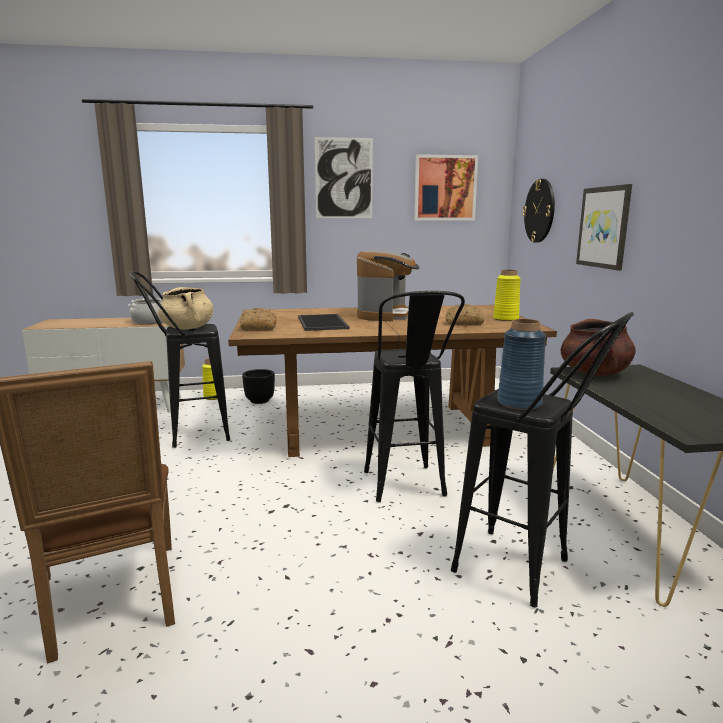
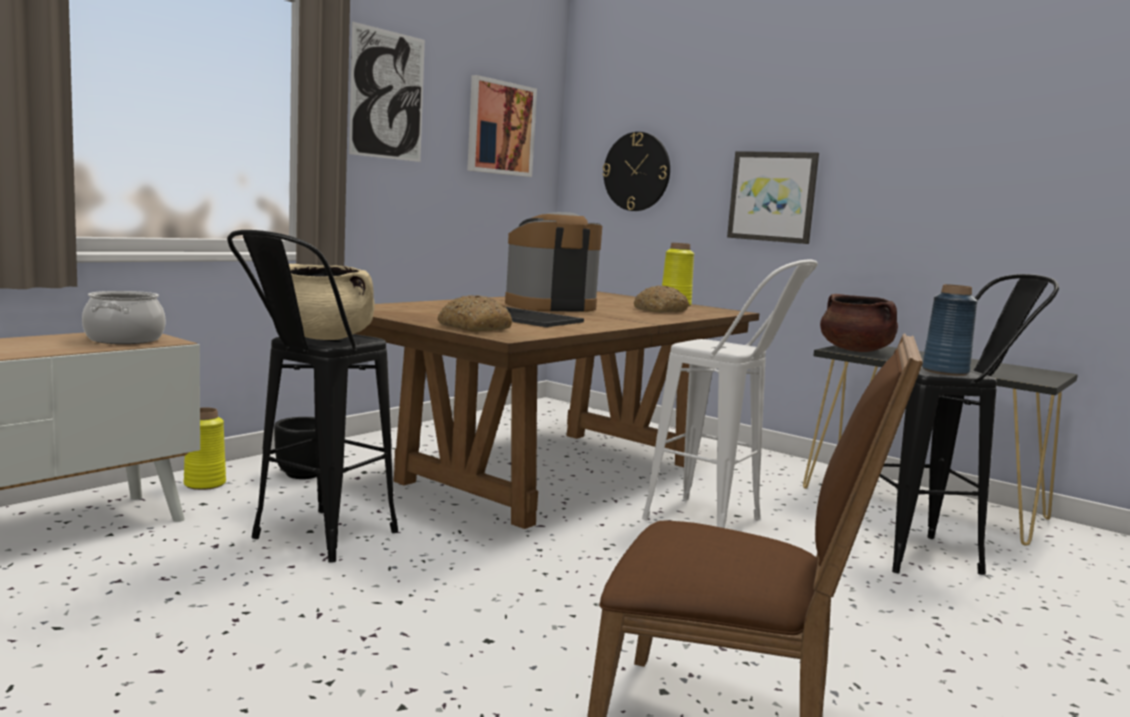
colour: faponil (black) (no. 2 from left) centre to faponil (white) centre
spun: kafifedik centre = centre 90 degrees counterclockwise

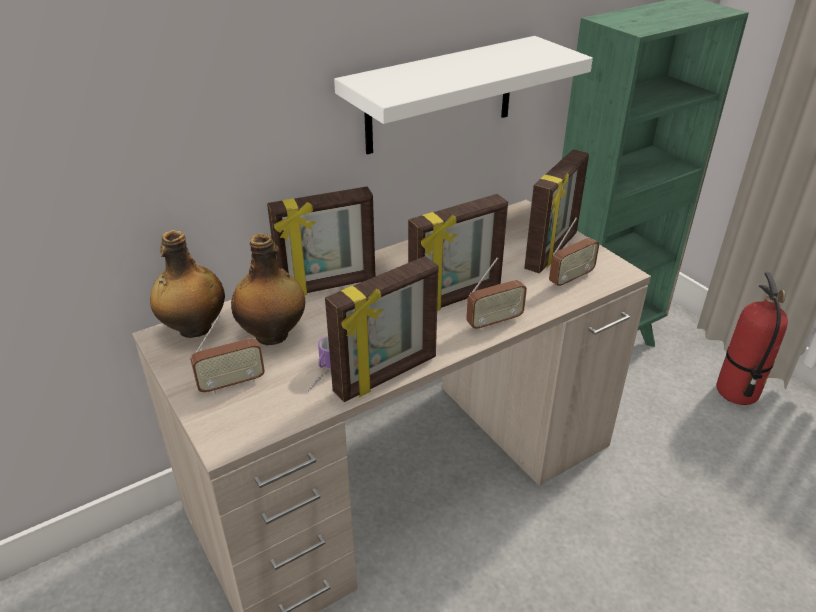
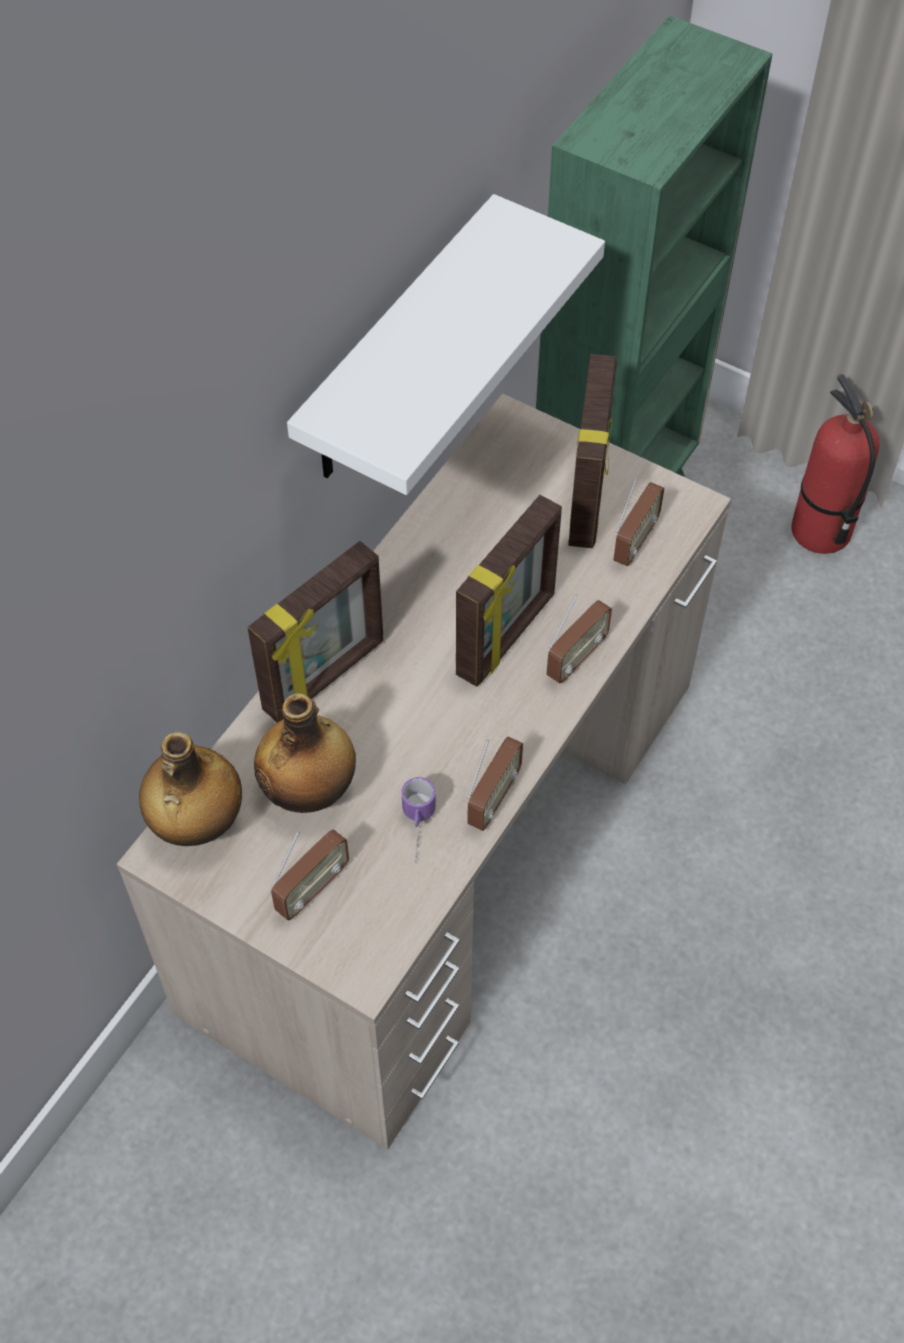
exchanged: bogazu (no. 2 from left) centre to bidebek (no. 2 from left) centre

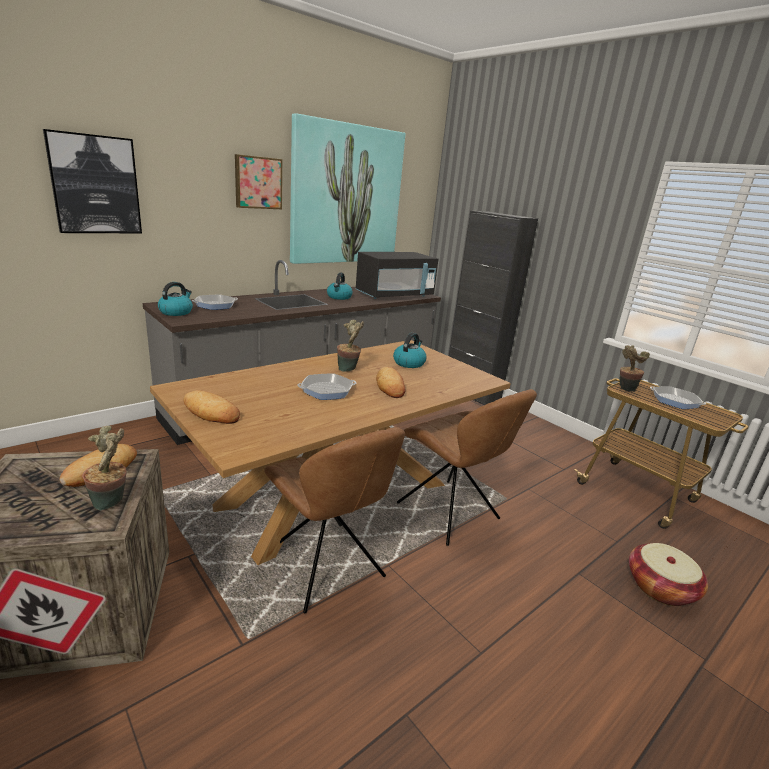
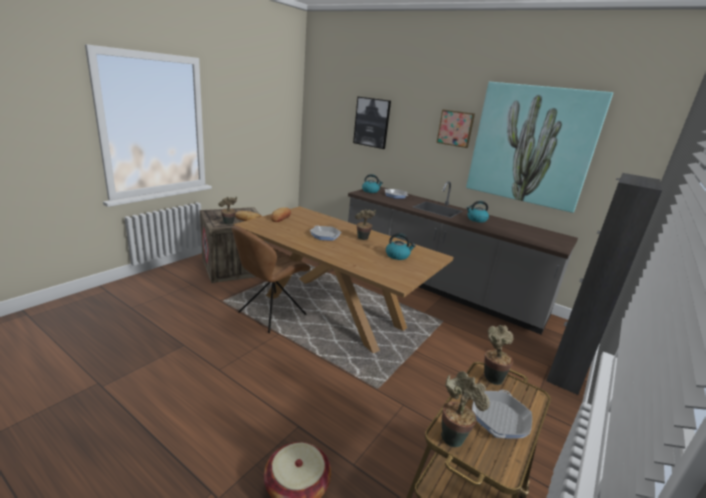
missing: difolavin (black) centre; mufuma (no. 3 from left) centre; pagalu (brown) (no. 2 from left) centre
appeared: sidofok (no. 3 from left) bottom centre

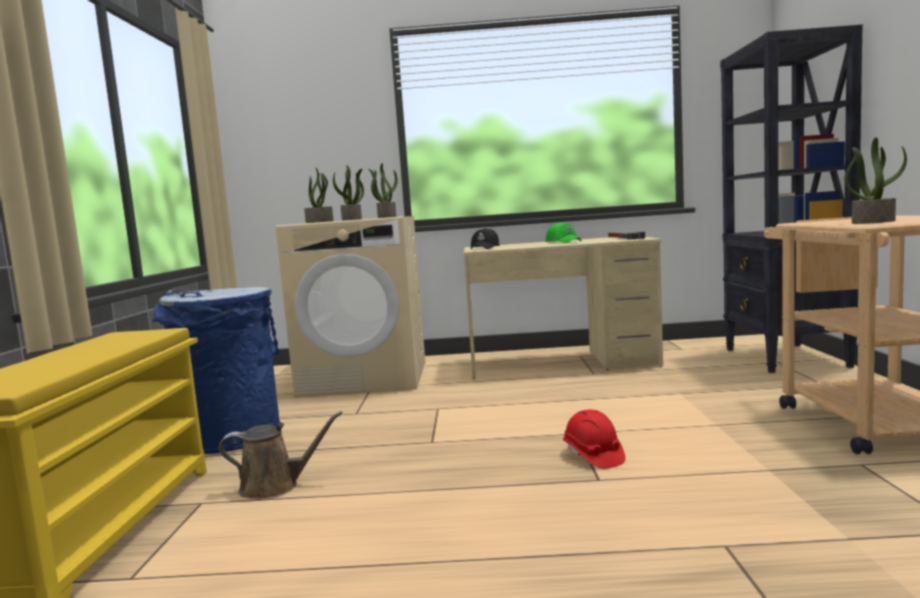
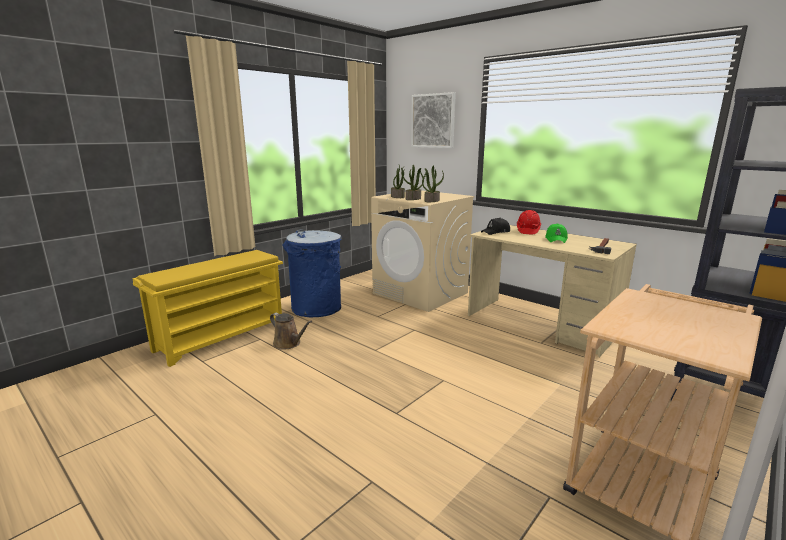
missing: sidofok (no. 4 from left) top right
appeared: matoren top centre
relocated: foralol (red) bottom centre to middle right

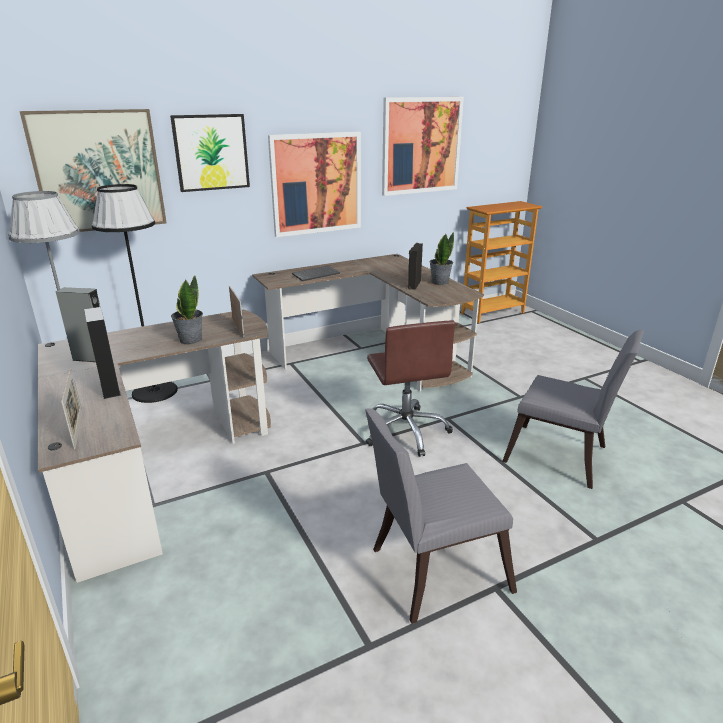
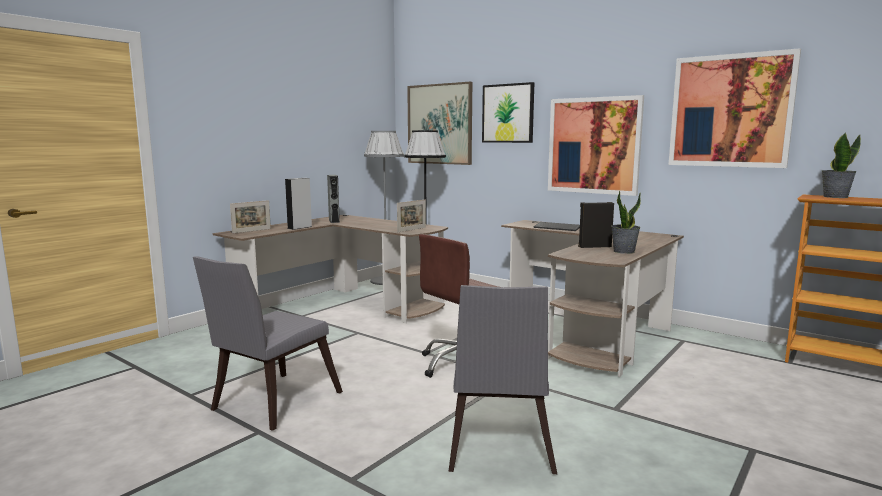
relocated: sidofok (no. 1 from left in the first image) middle left to sidofok (no. 2 from left) top right
spun: pagalu (grey) (no. 1 from left) bottom centre = bottom left 105 degrees counterclockwise

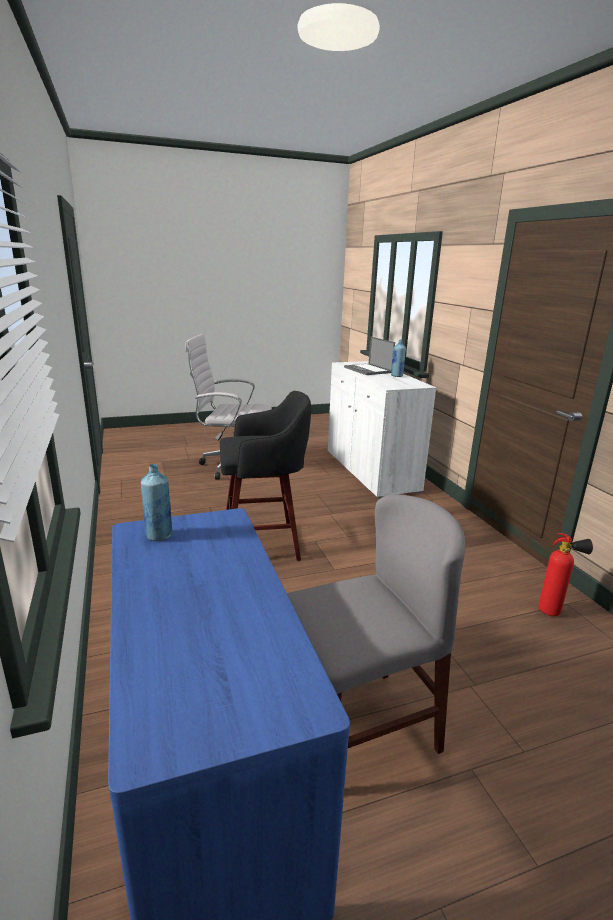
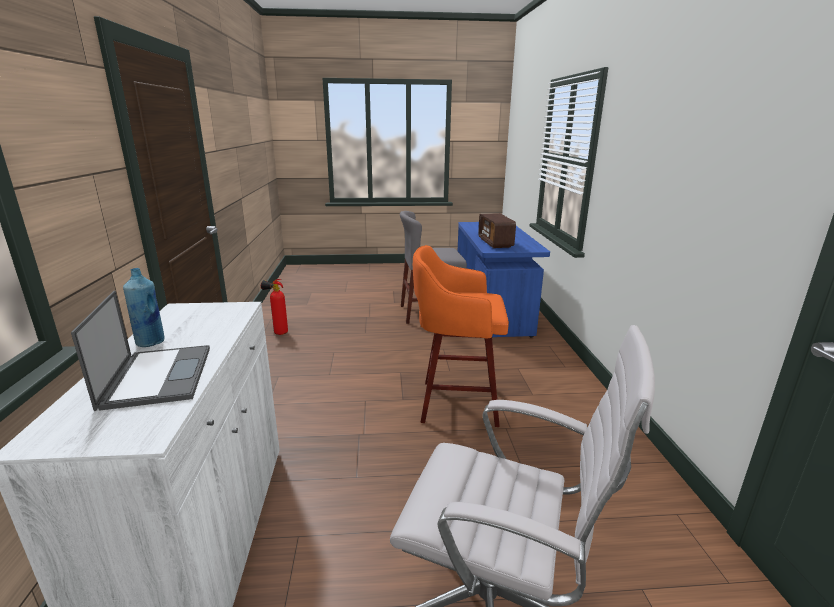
missing: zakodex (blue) (no. 1 from left) middle left
appeared: bidebek centre
colour: faponil (black) centre to faponil (orange) centre

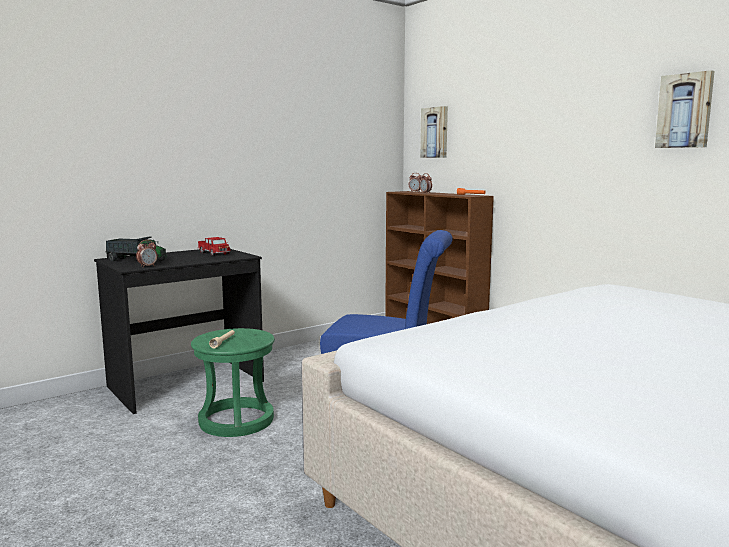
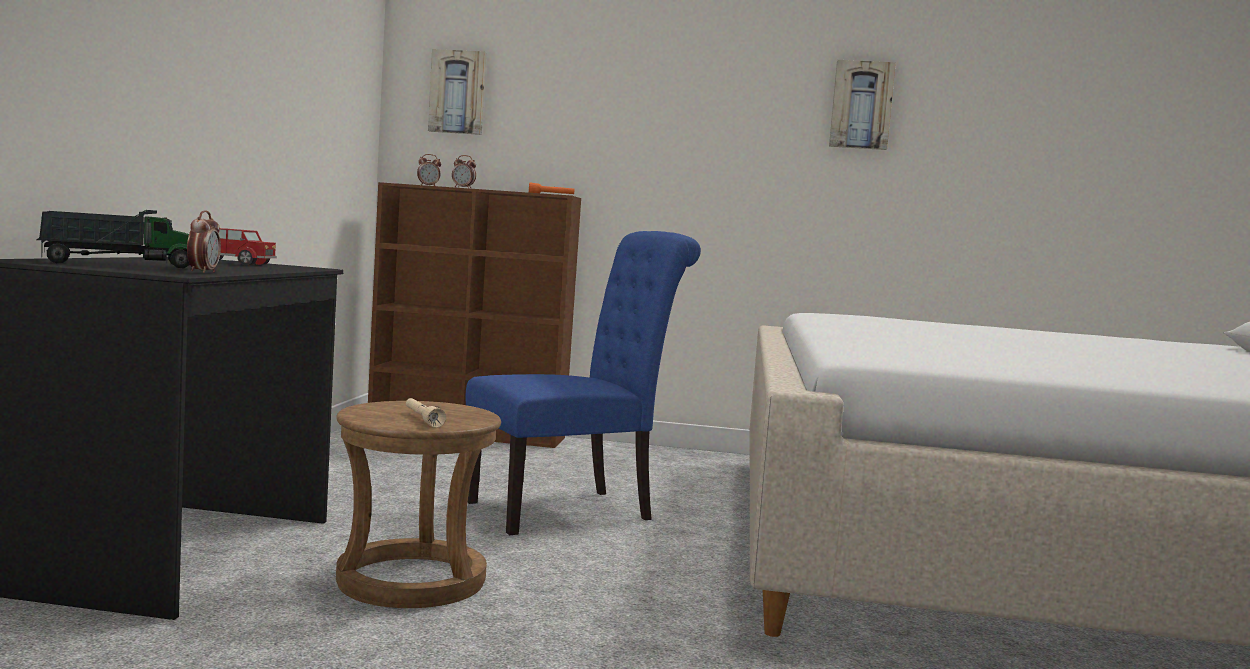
colour: faponil (green) bottom left to faponil (brown) bottom centre

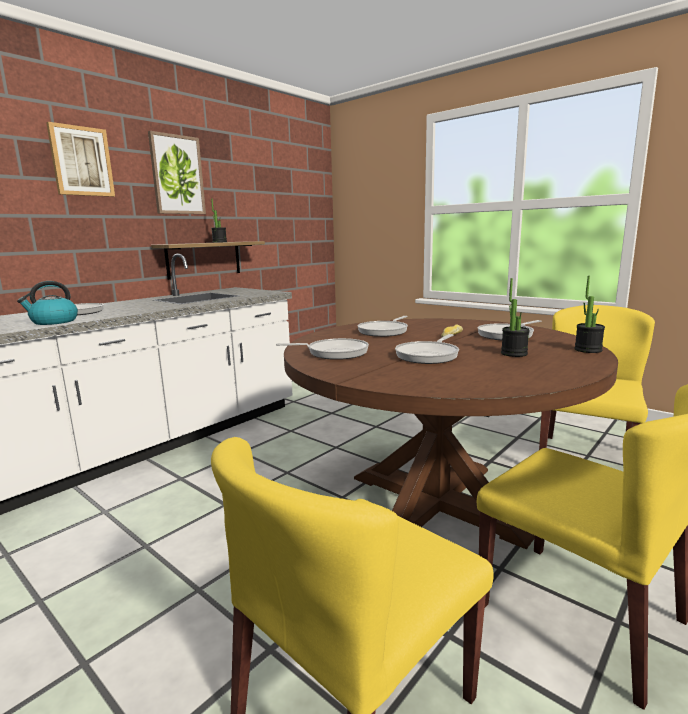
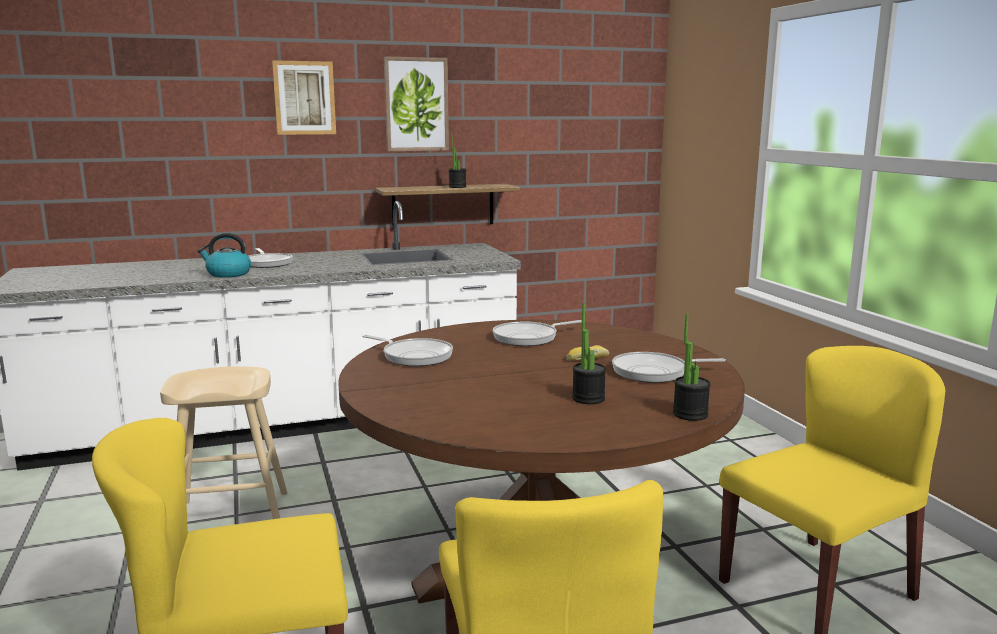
missing: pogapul (no. 4 from left) centre
appeared: faponil (beige) bottom left

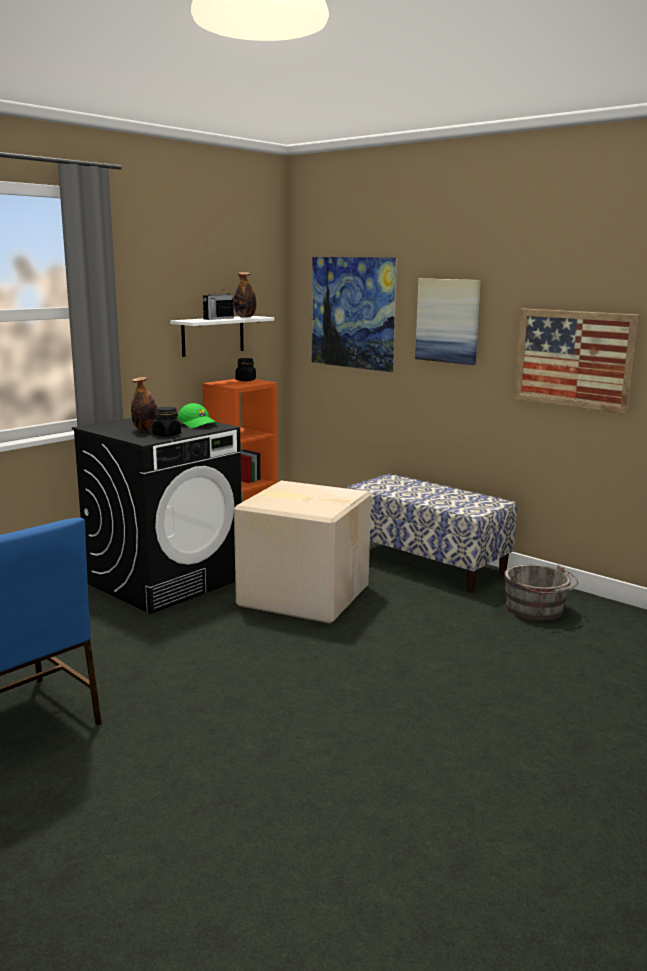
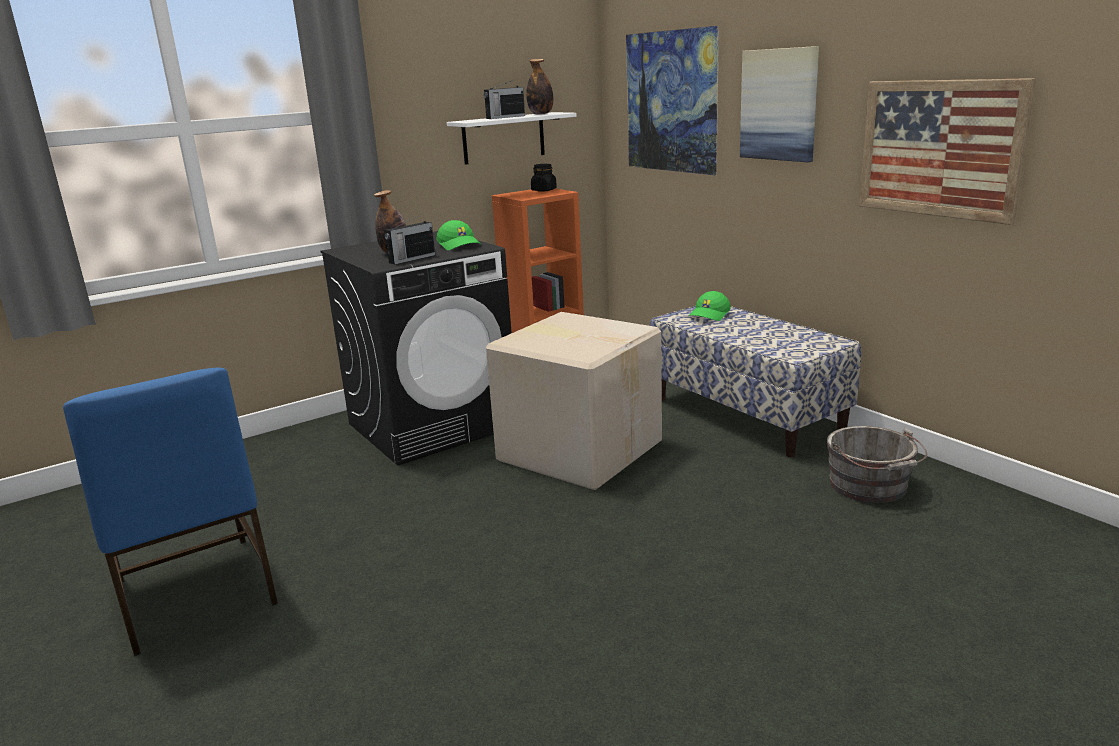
appeared: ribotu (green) (no. 2 from left) centre
exchanged: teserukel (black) (no. 1 from left) middle left to bidebek (no. 1 from left) top centre

